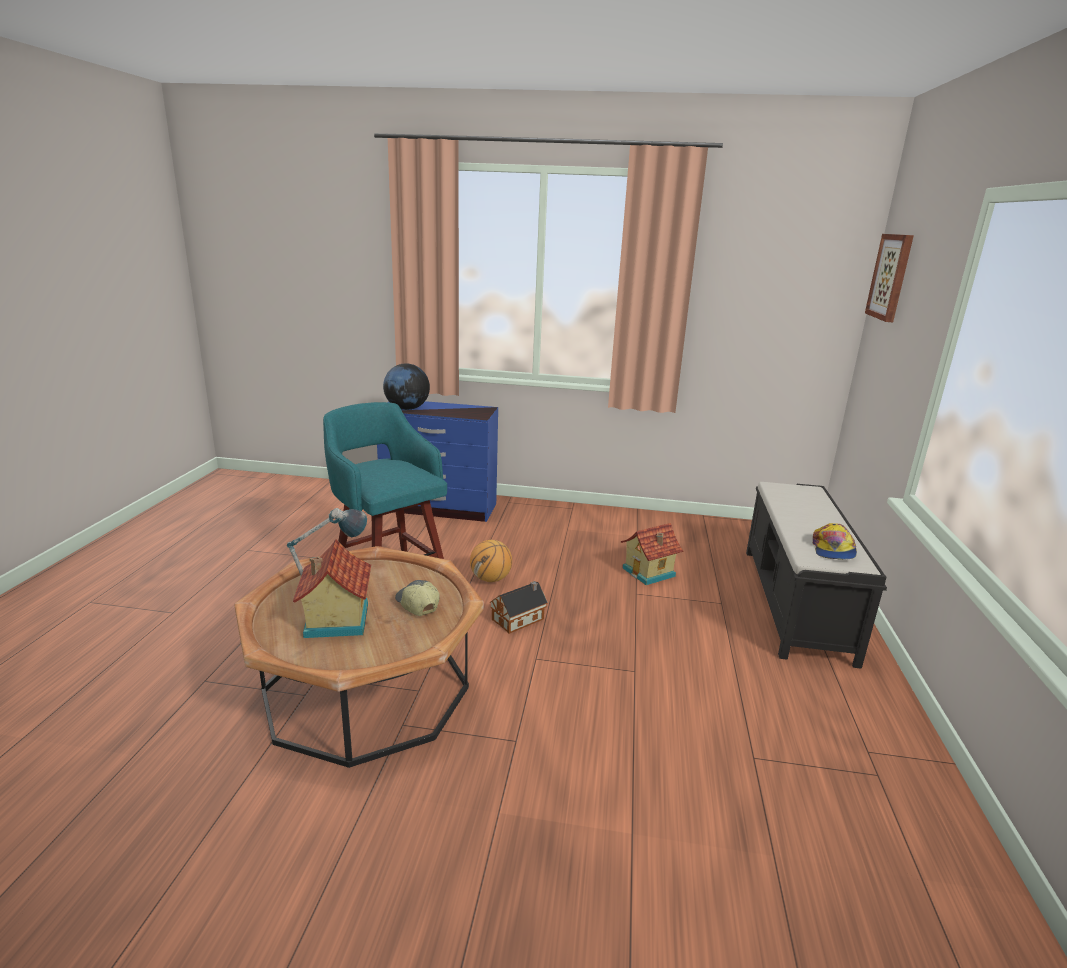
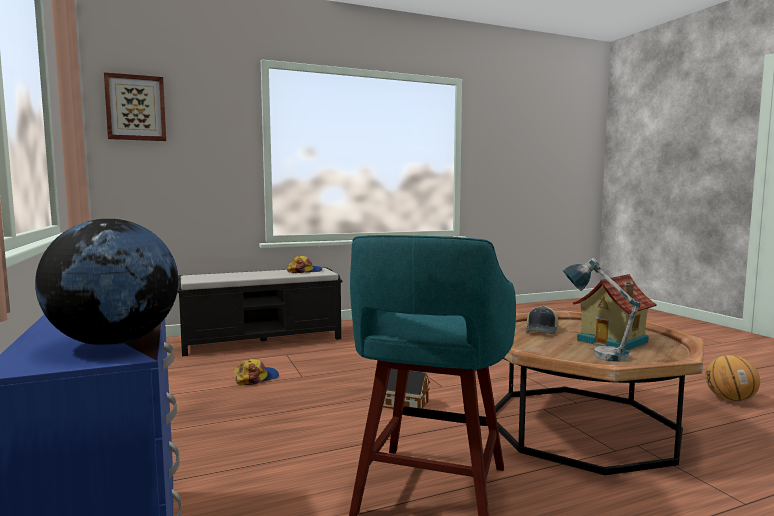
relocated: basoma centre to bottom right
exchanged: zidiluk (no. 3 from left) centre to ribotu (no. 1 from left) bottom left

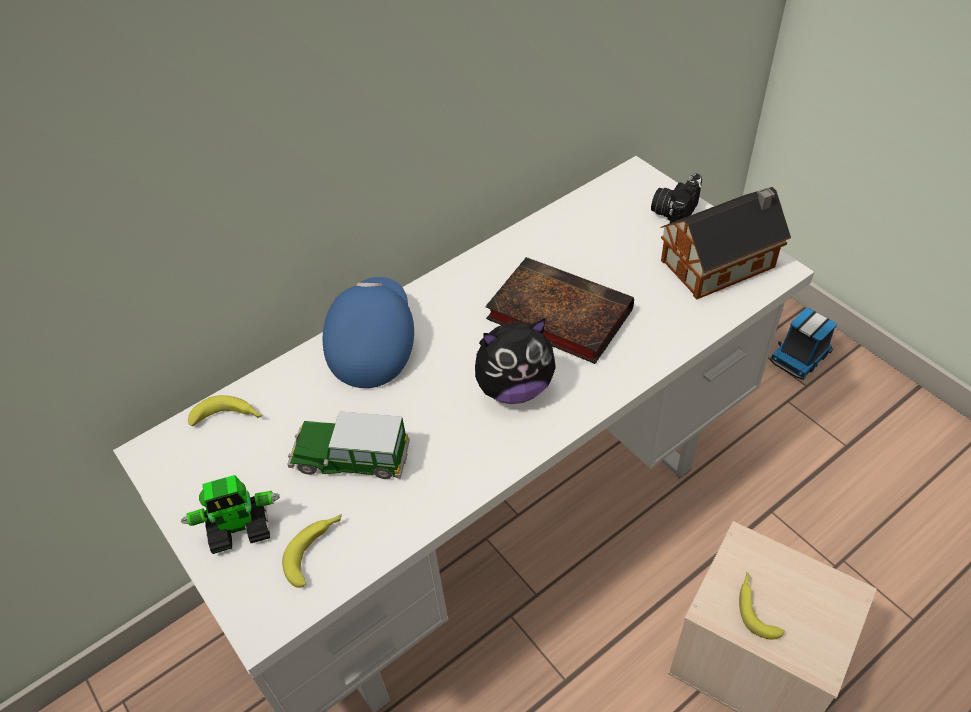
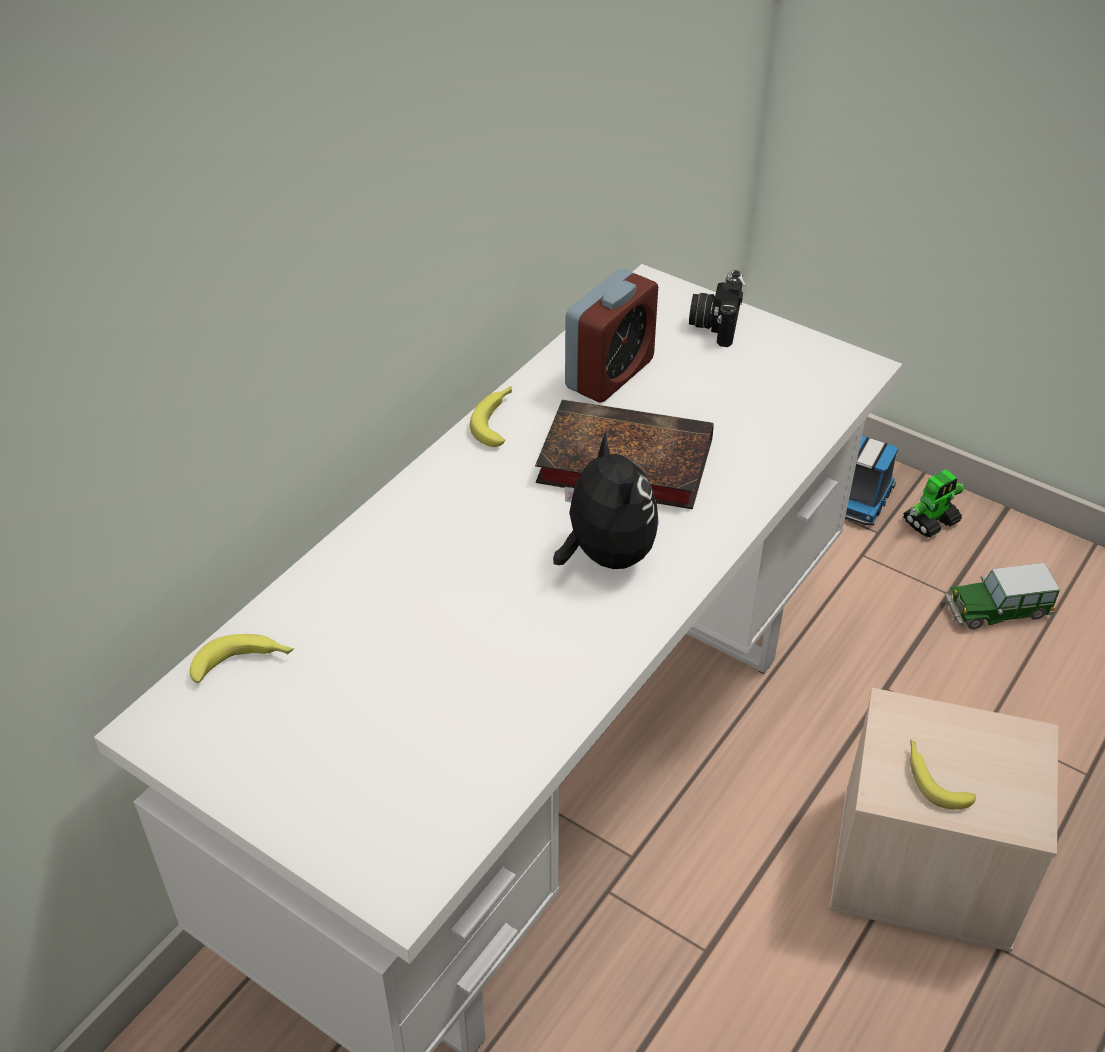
missing: zidiluk middle right; ribotu (blue) centre
appeared: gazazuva top centre
relocated: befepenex centre to middle right; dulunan bottom left to middle right; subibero (no. 2 from left) bottom left to centre
spun: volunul centre = centre 75 degrees counterclockwise

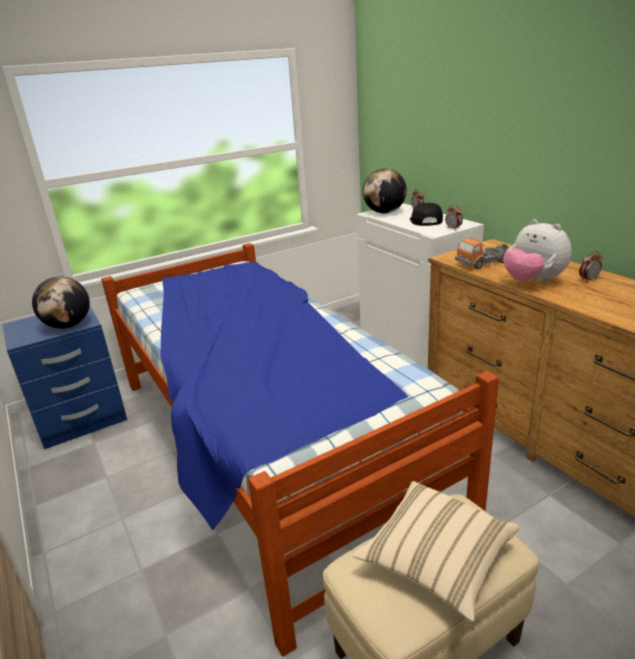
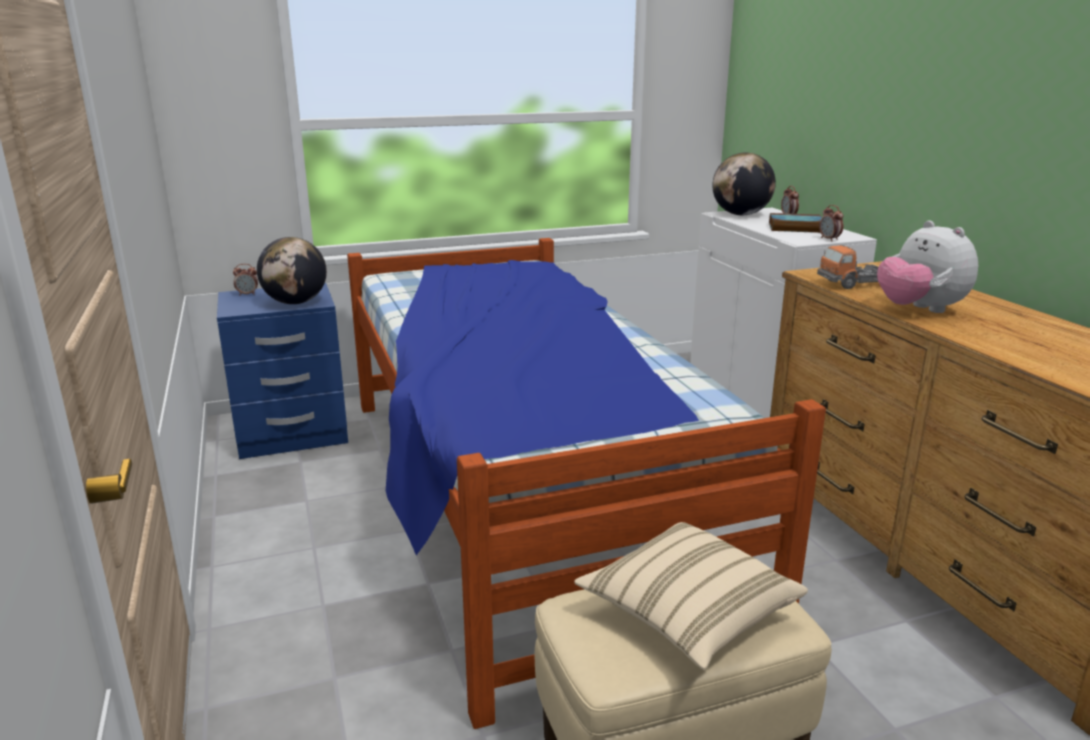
relocated: gazazuva (no. 3 from left in the first image) middle right to gazazuva (no. 1 from left) middle left
exchanged: ribotu (black) top right to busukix top right

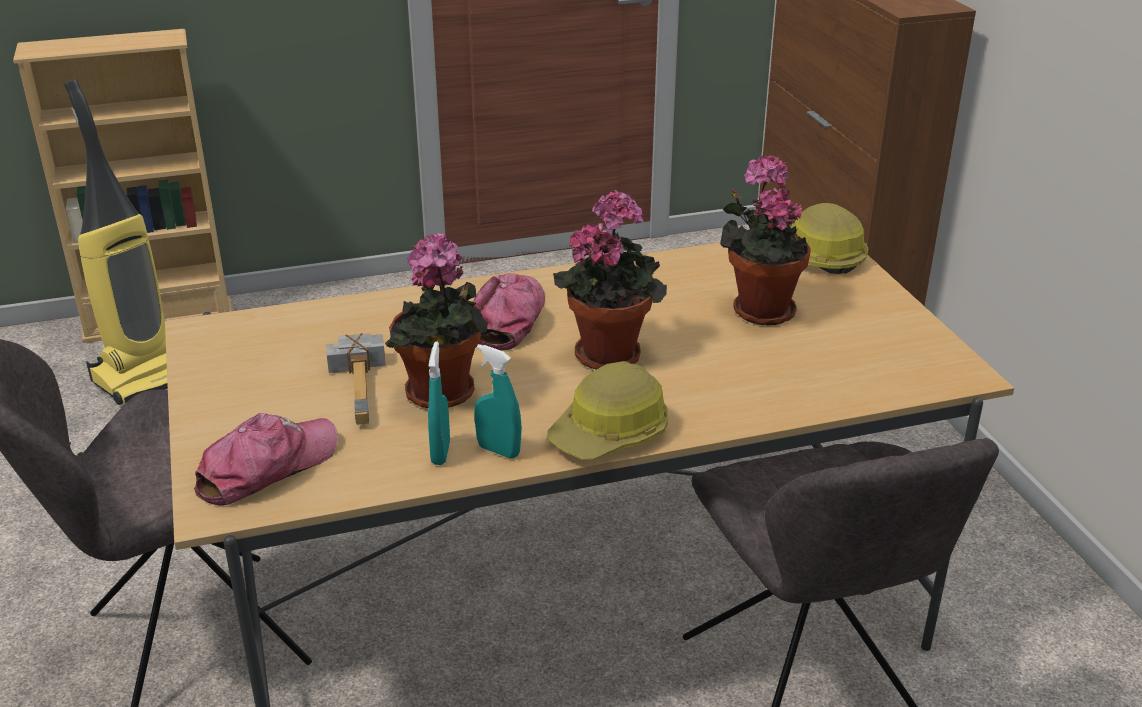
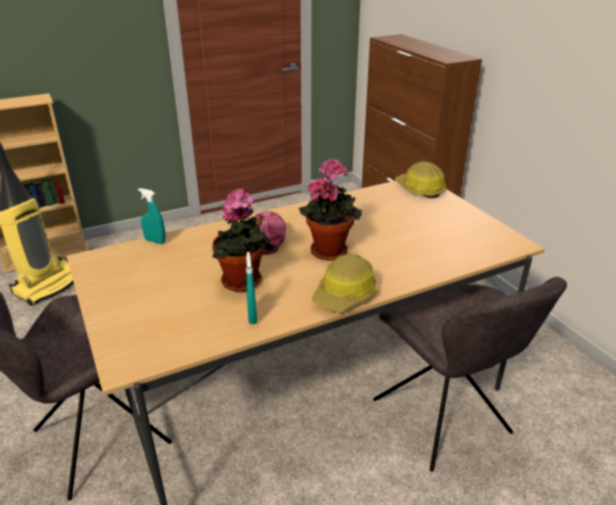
missing: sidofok (no. 3 from left) middle right; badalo middle left; ribotu (no. 1 from left) middle left
relocated: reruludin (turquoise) (no. 2 from left in the first image) centre to reruludin (turquoise) (no. 1 from left) middle left

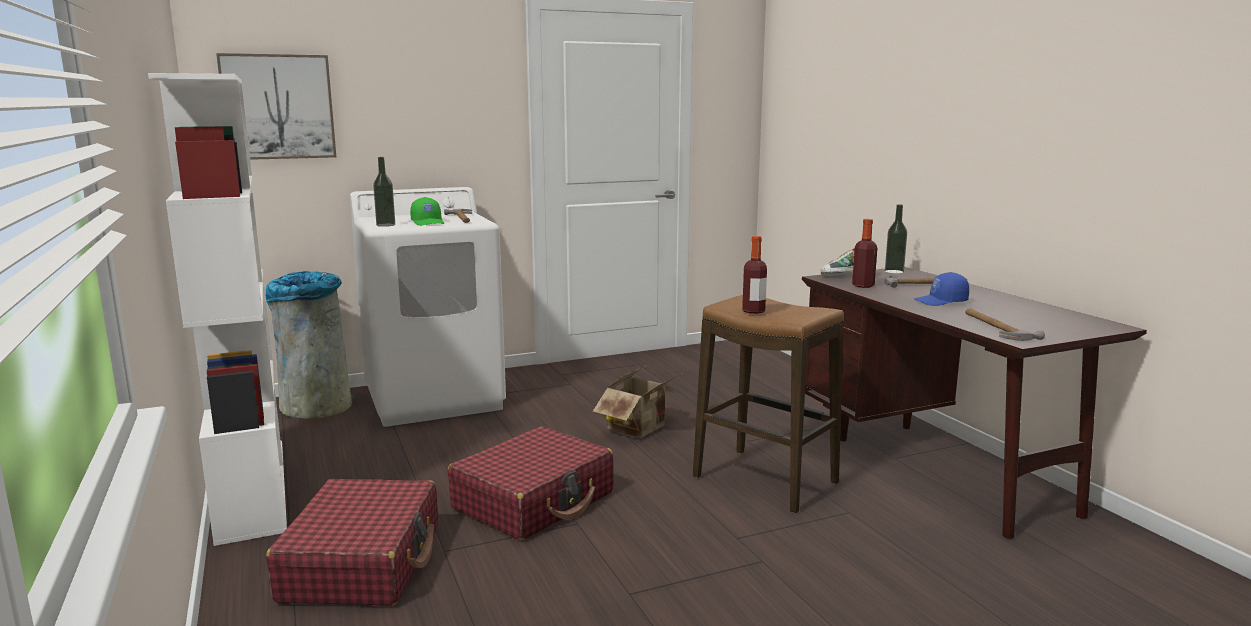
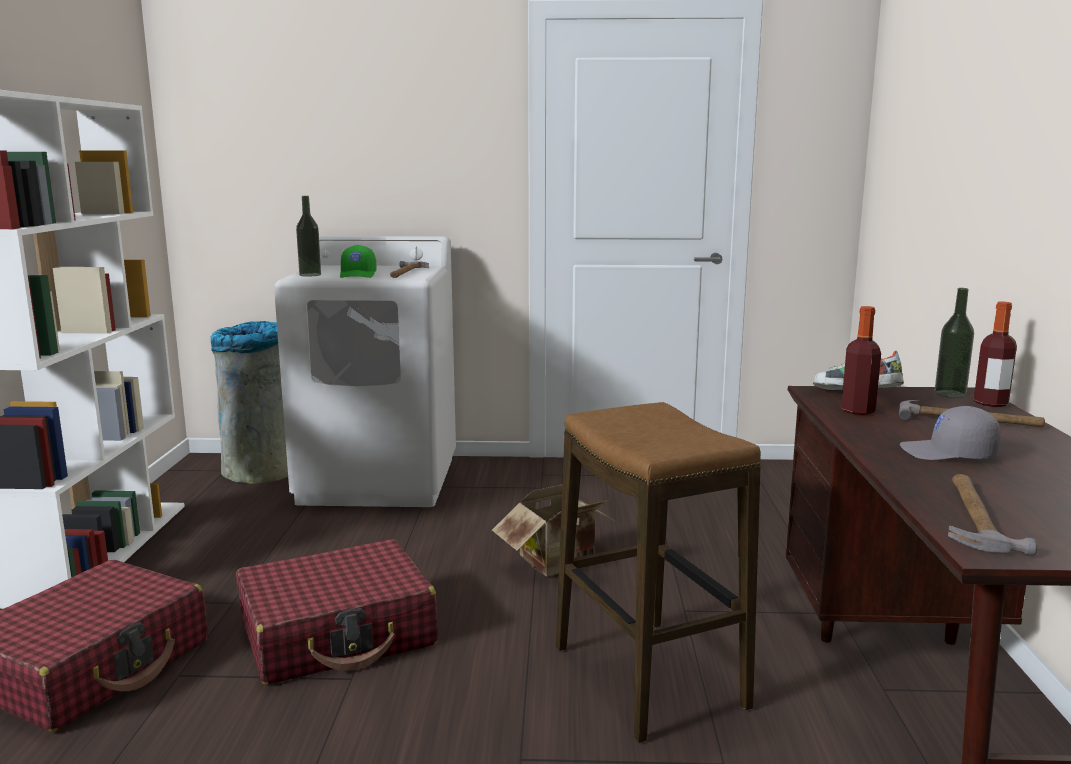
missing: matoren top left
relocated: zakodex (no. 2 from left in the first image) centre to zakodex (no. 4 from left) middle right
colour: ribotu (blue) middle right to ribotu (grey) middle right

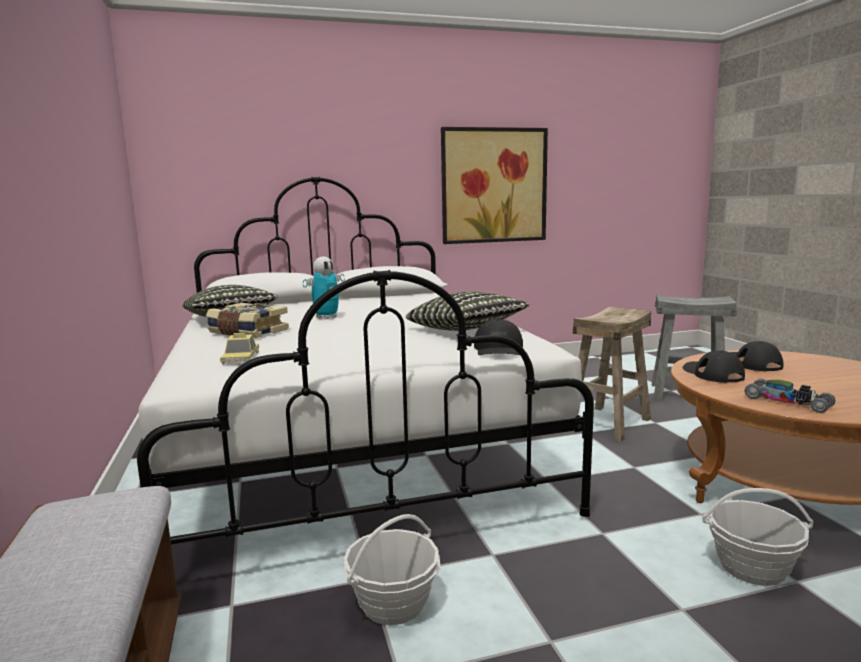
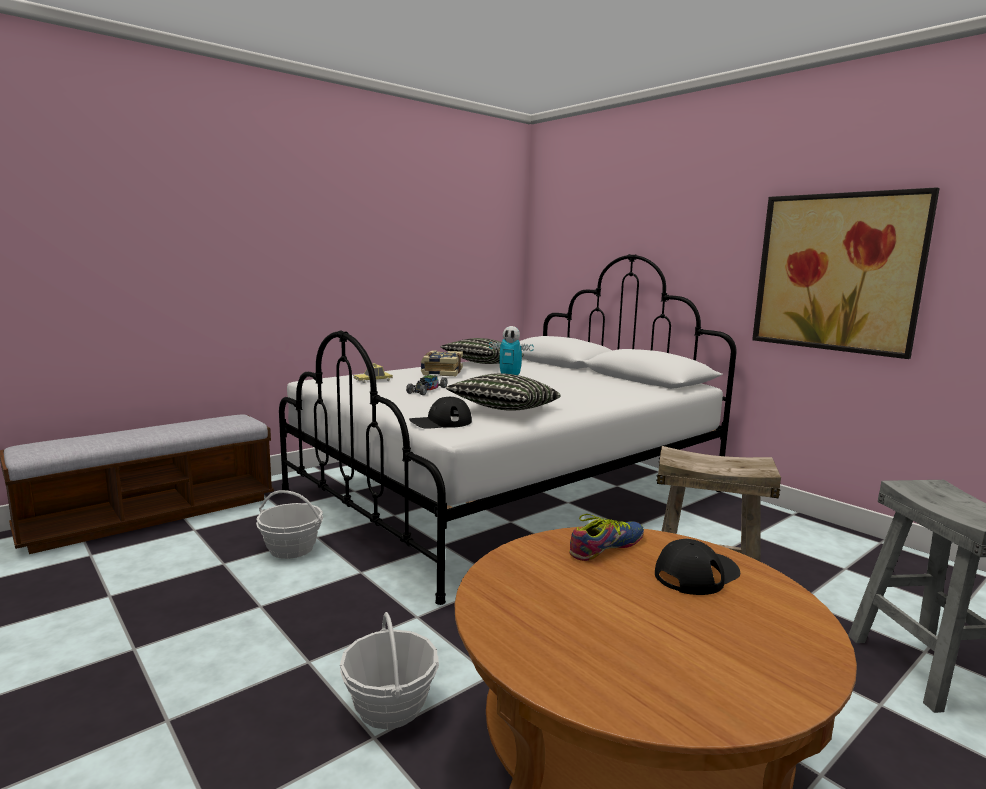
relocated: befepenex (no. 2 from left) middle right to centre
exchanged: ribotu (black) (no. 2 from left) middle right to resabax bottom centre

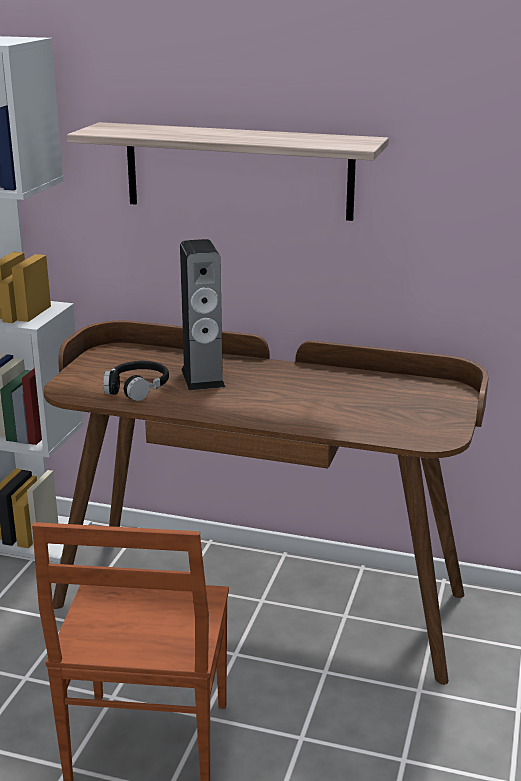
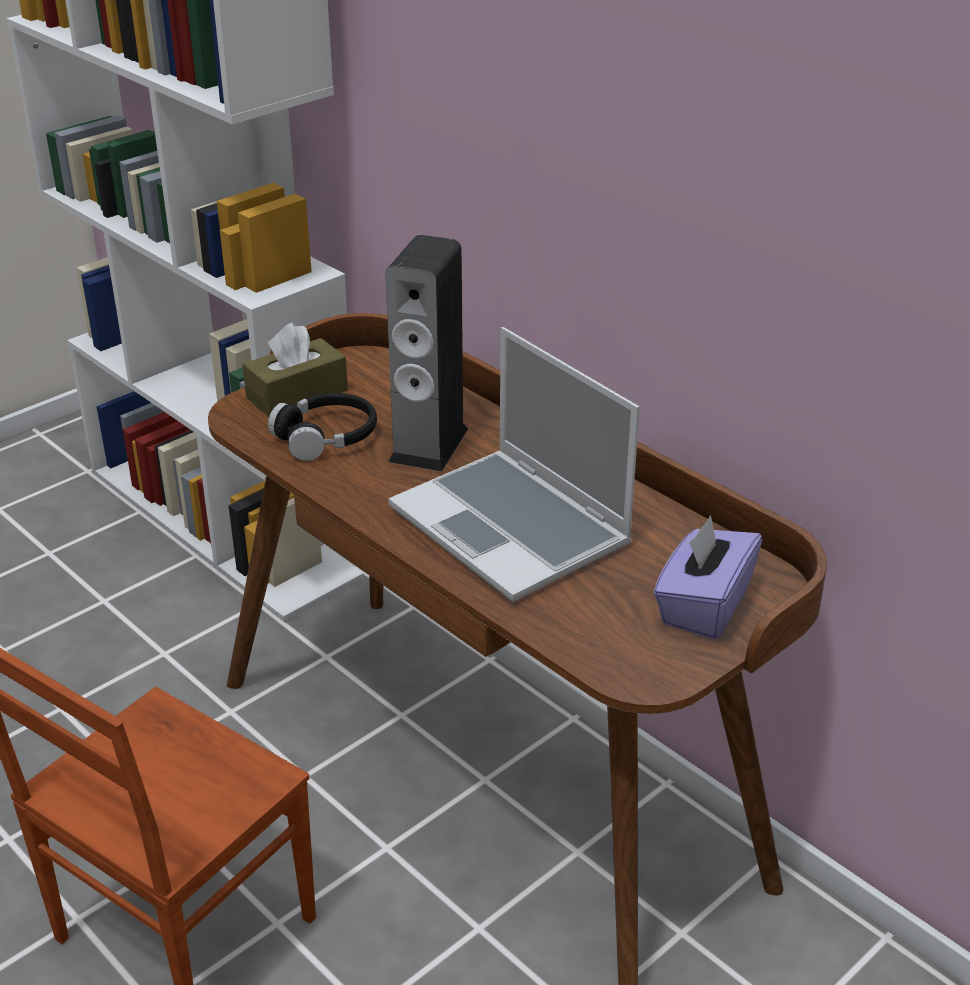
missing: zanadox top centre
appeared: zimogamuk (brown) middle left; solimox centre; zimogamuk (purple) middle right

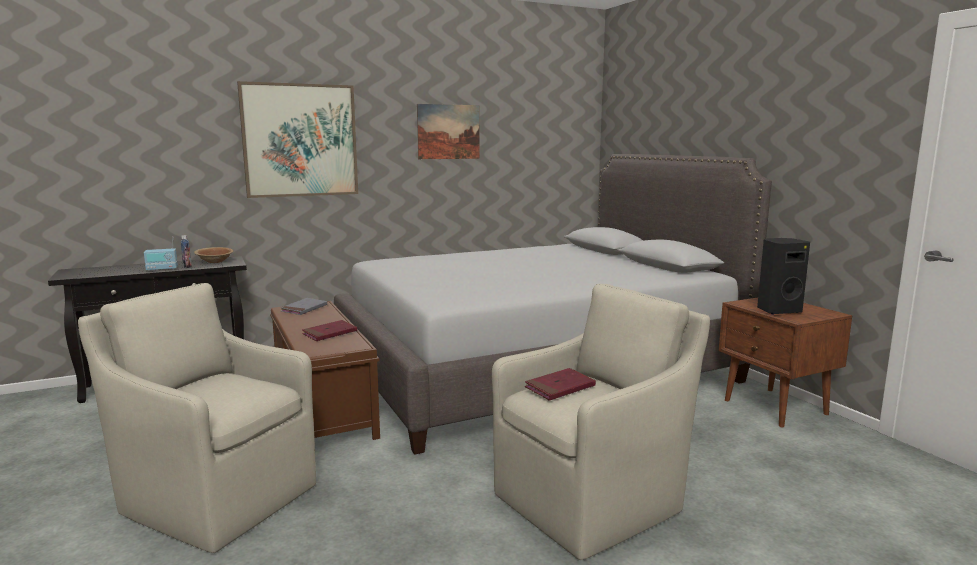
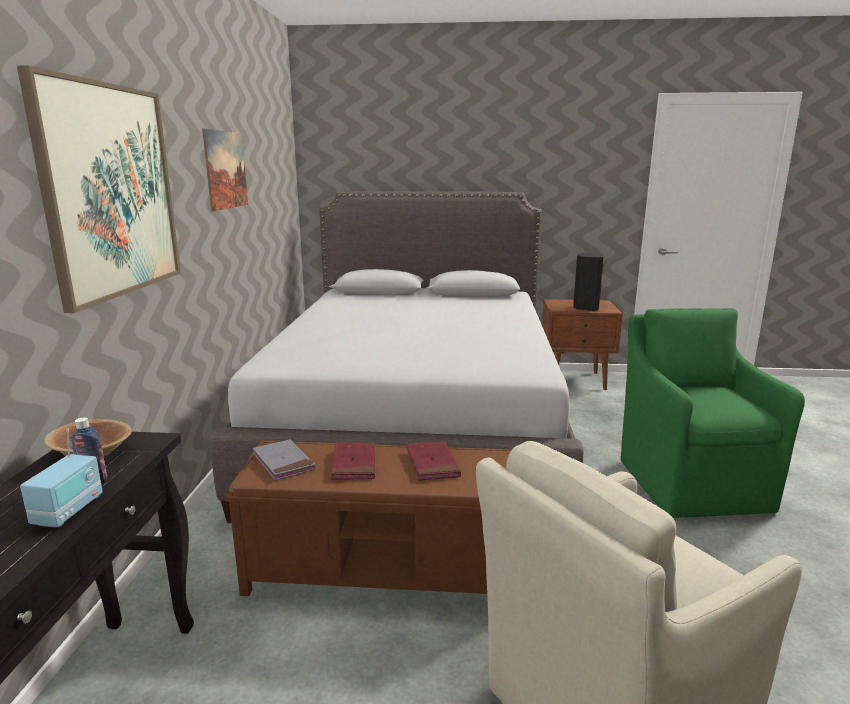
relocated: busukix (red) (no. 2 from left in the first image) bottom centre to busukix (red) (no. 1 from left) centre
colour: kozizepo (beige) (no. 2 from left) bottom centre to kozizepo (green) middle right

